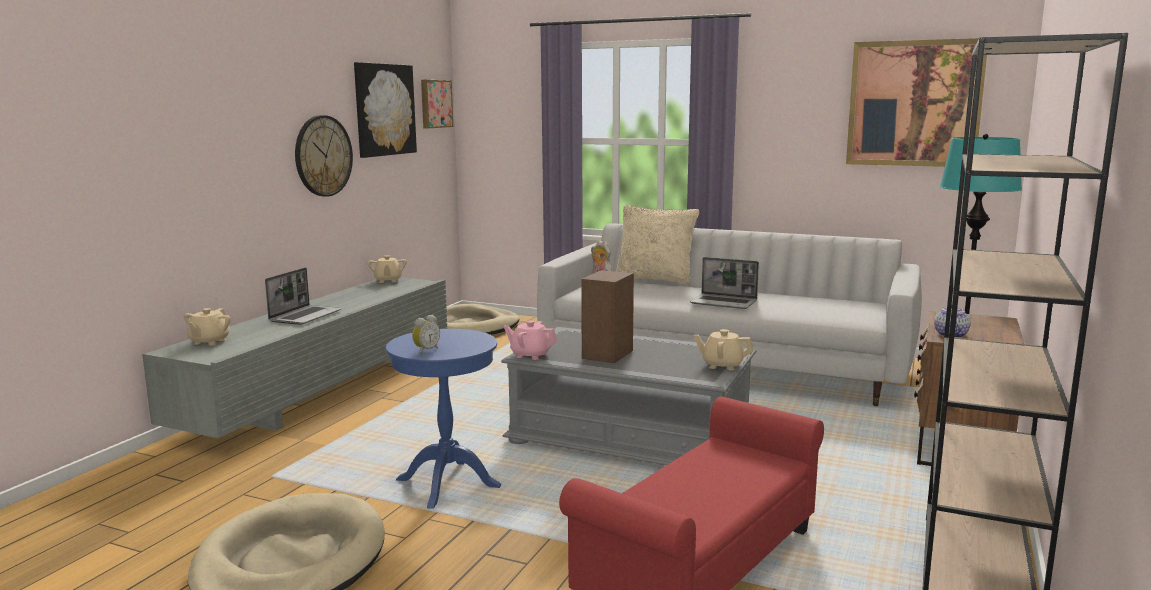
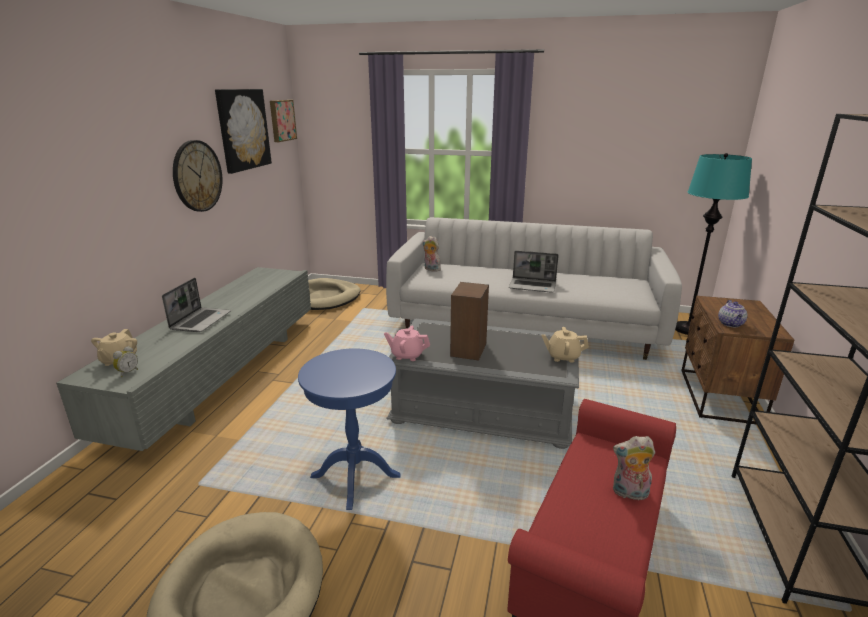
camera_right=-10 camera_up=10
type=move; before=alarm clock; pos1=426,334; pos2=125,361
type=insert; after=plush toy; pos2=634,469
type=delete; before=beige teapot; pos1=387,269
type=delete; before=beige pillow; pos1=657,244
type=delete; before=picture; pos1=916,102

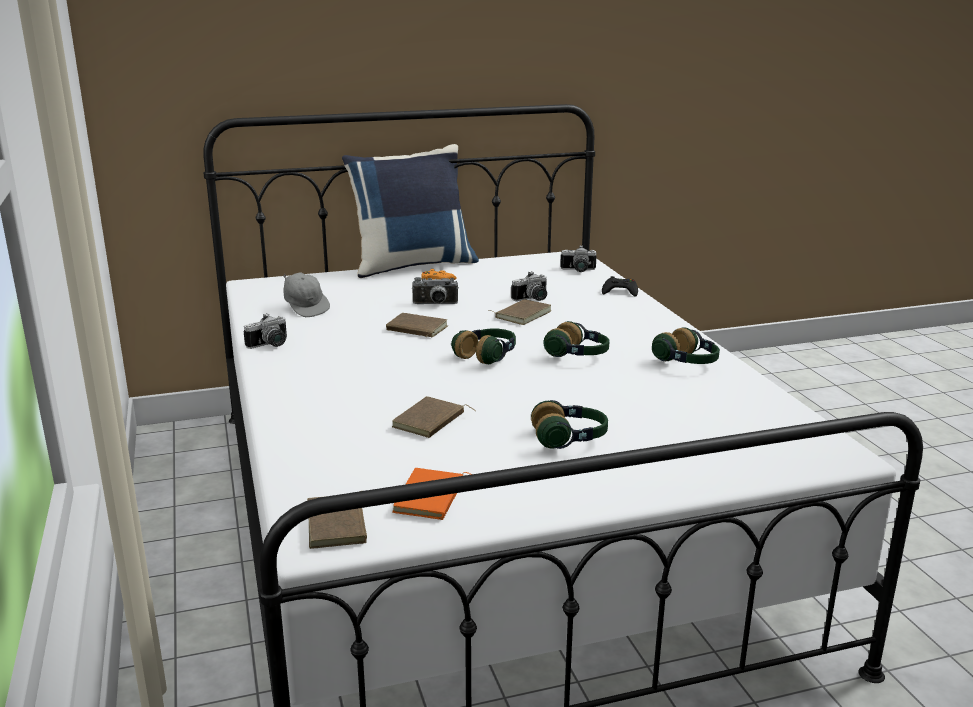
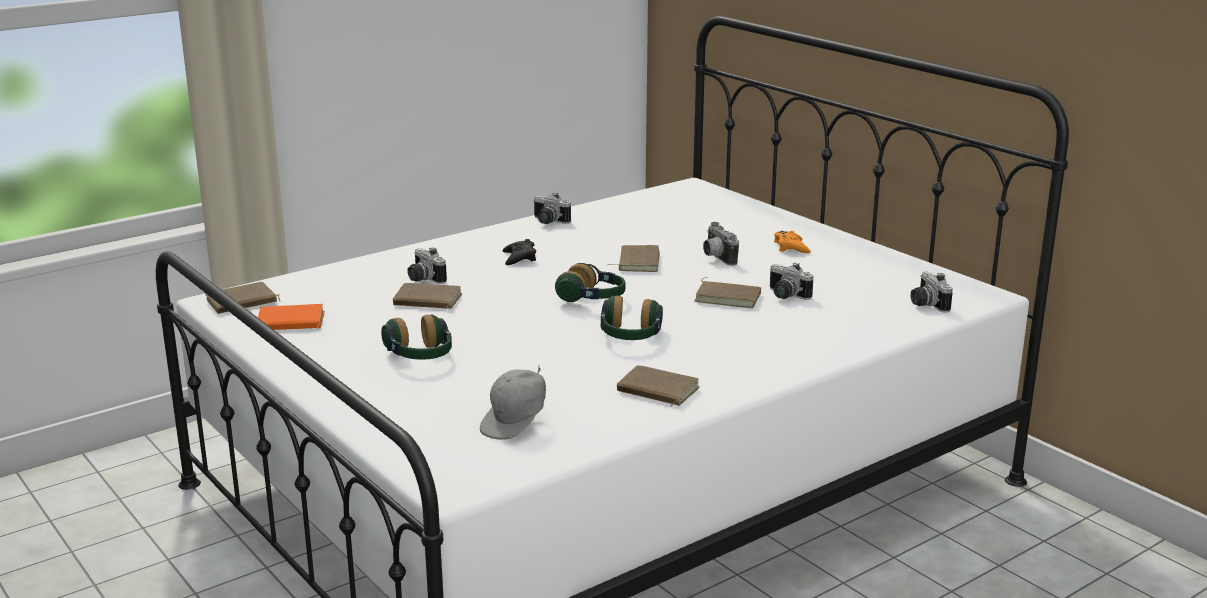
camera_right=70 camera_up=0
type=insert; after=photo camera; pos2=427,265
type=move; before=grey cap; pos1=306,294; pos2=513,402
type=move; before=black game controller; pos1=620,286; pos2=519,252
type=replace; before=headphones; after=brown book; pos1=686,345; pos2=658,386
type=delete; before=blue pillow; pos1=410,211

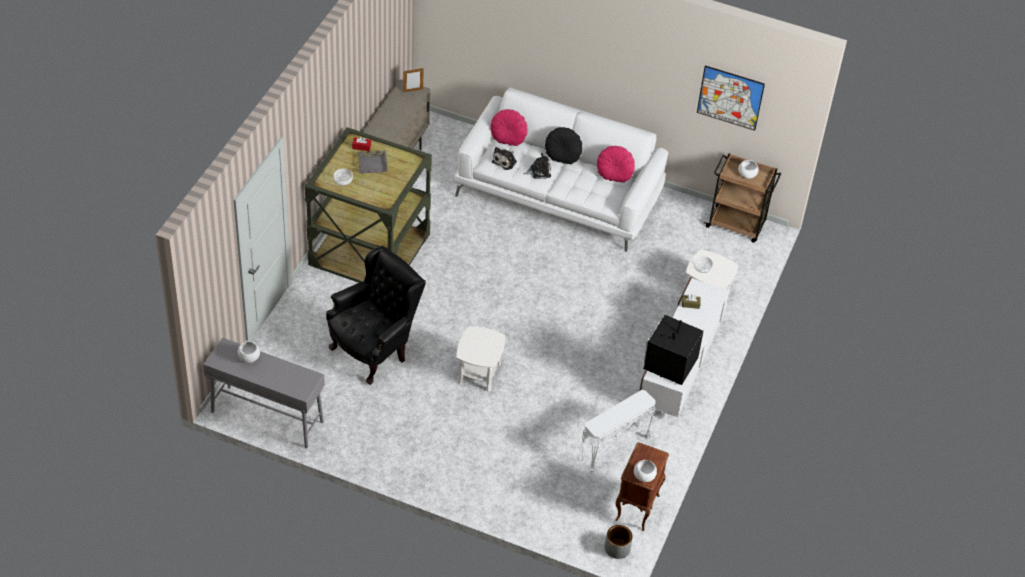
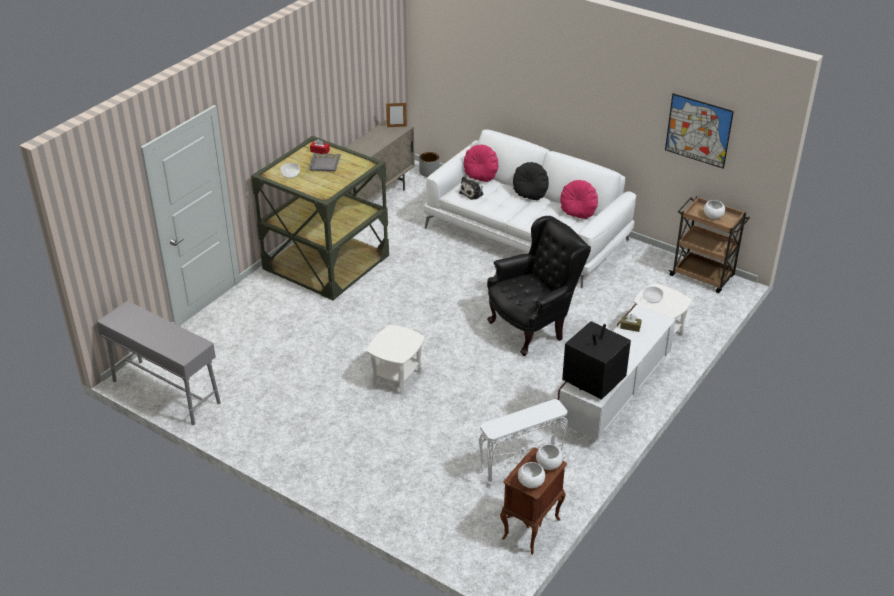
camera_right=15 camera_up=-10
type=move; before=grey planter; pos1=619,542; pos2=429,164
type=move; before=black armchair; pos1=376,315; pos2=539,286
type=move; before=white bowl; pos1=249,352; pos2=549,457
type=delete; before=plush toy; pos1=537,166

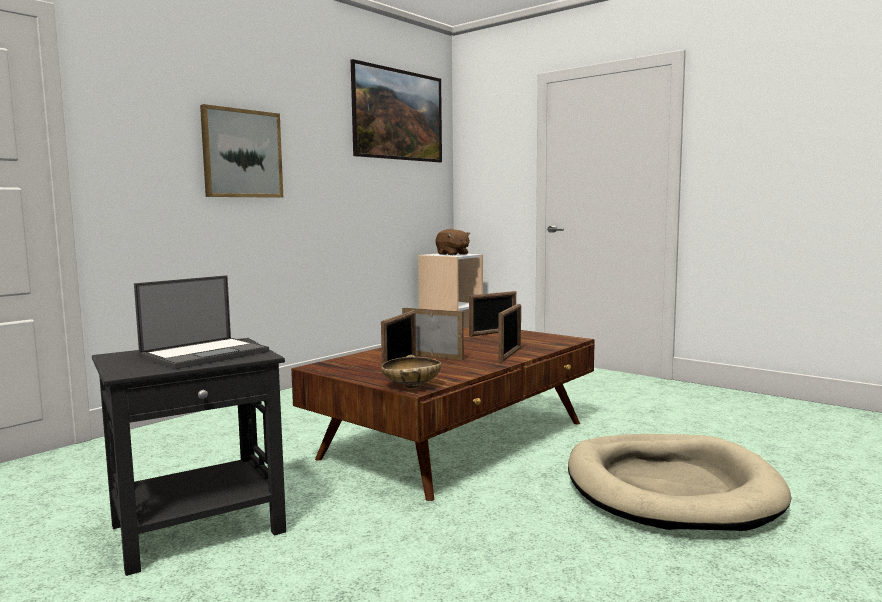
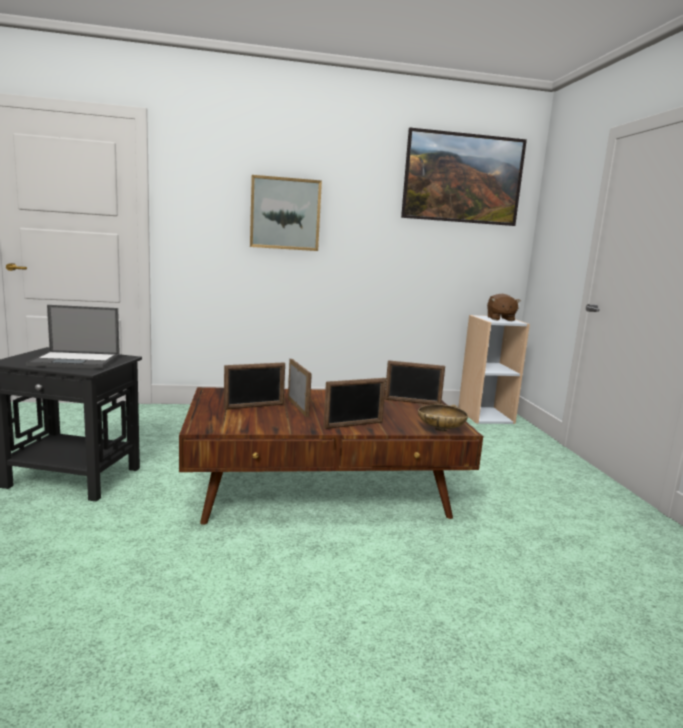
camera_right=40 camera_up=5
type=move; before=beige bowl; pos1=411,371; pos2=443,417
type=delete; before=beige dog bed; pos1=680,482

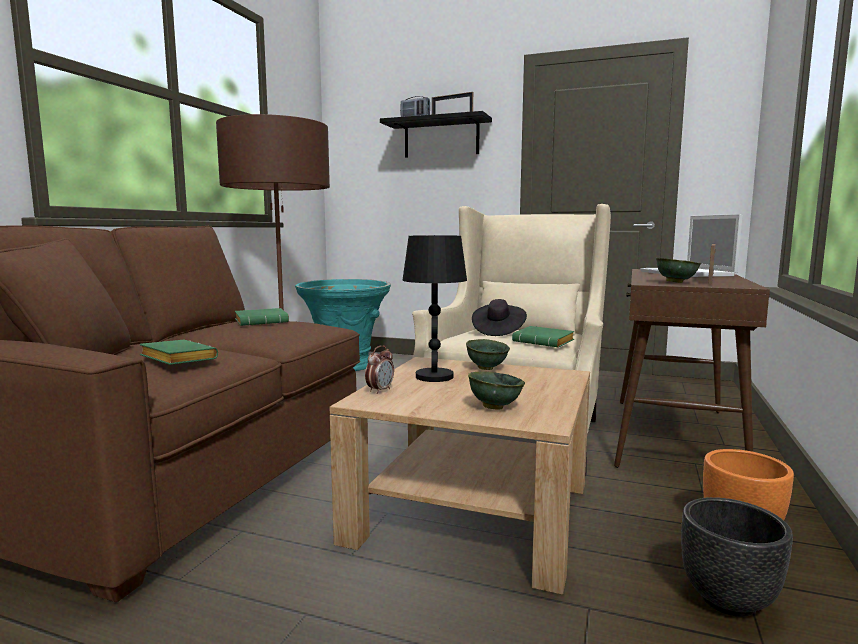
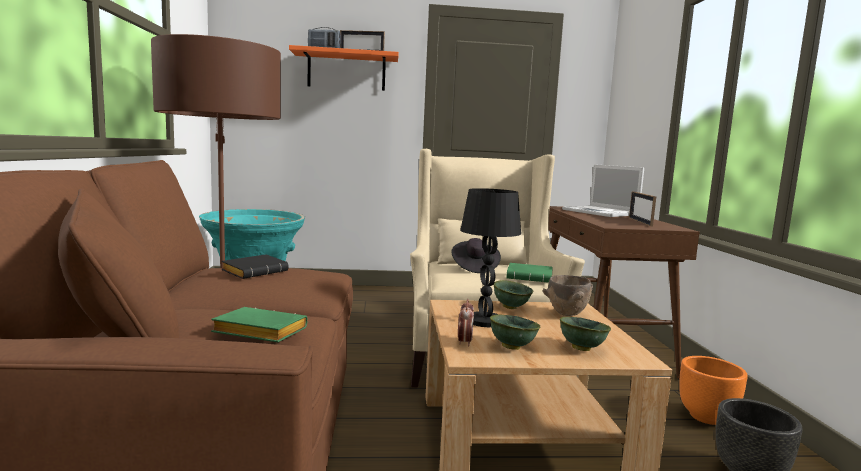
camera_right=-25 camera_up=0
type=recolor; before=green book; after=black book; pos1=262,317; pos2=255,266
type=recolor; before=black shelf; after=orange shelf; pos1=436,134; pos2=344,68
type=move; before=green bowl; pos1=678,270; pos2=515,332
type=insert; after=brown bowl; pos2=568,295

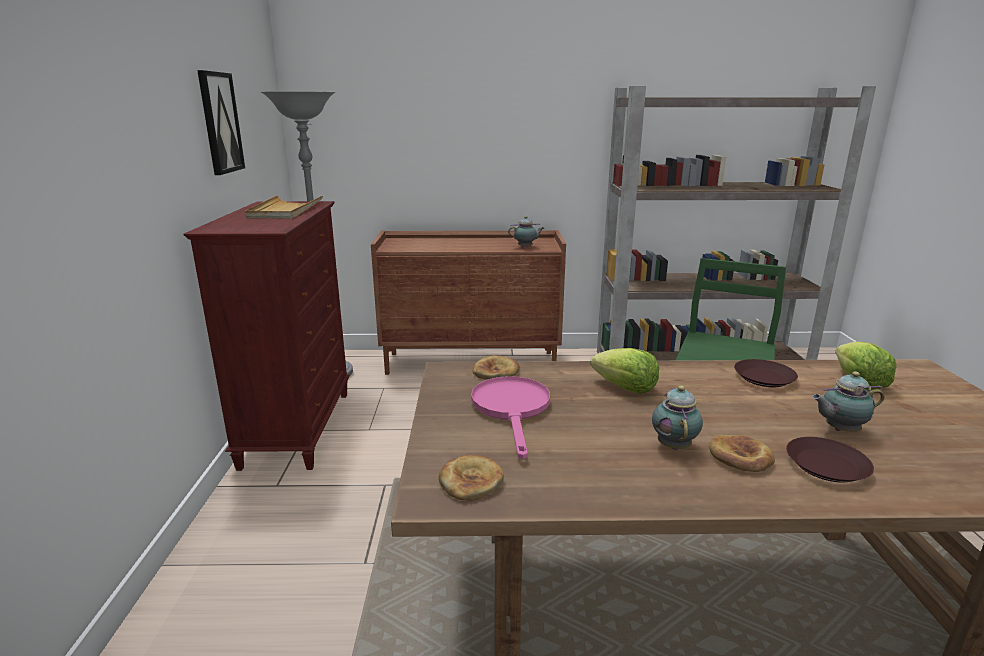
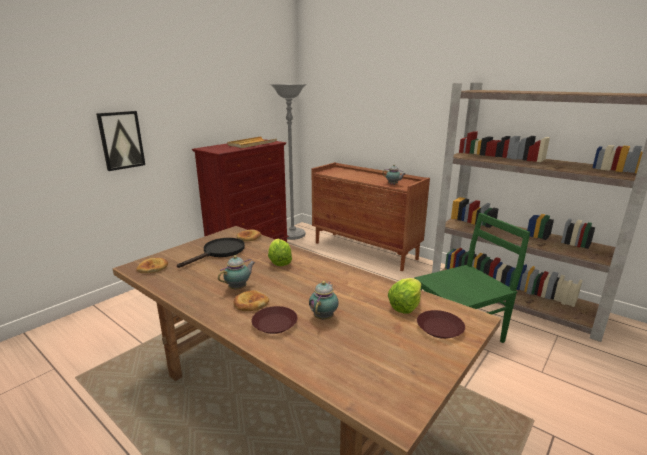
camera_right=40 camera_up=0
type=move; before=picture; pos1=221,122; pos2=120,141
type=recolor; before=pink frying pan; after=black frying pan; pos1=510,417; pos2=211,253
type=rotate; before=teapot; pos1=848,402; pos2=324,300; turn=75
type=move; before=brown plate; pos1=766,373; pos2=441,324

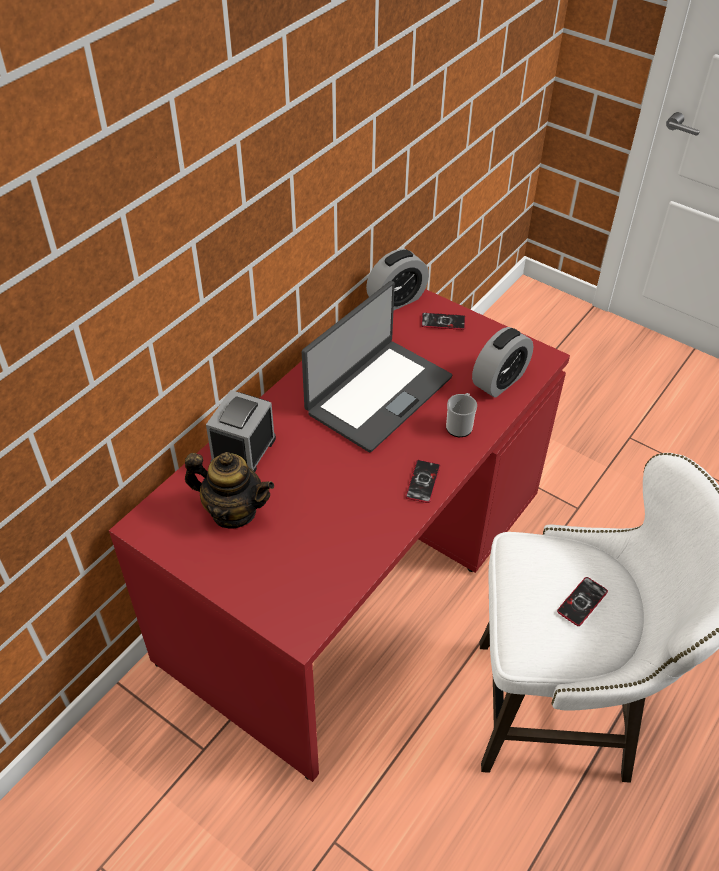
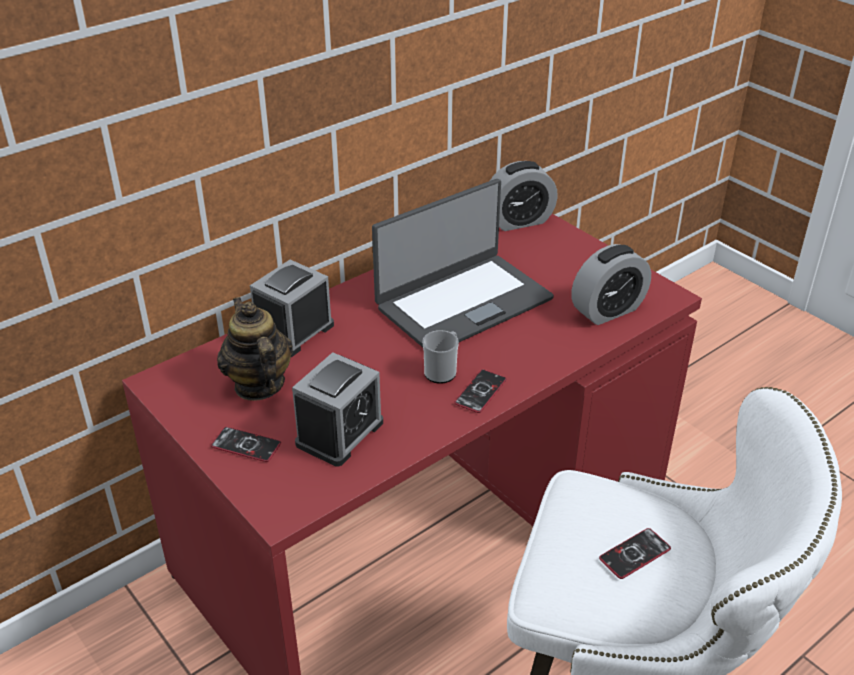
camera_right=15 camera_up=-10
type=move; before=phone; pos1=443,321; pos2=246,444
type=rotate; before=teapot; pos1=229,490; pos2=255,349; turn=-150
type=insert; after=alarm clock; pos2=337,409
type=move; before=mug; pos1=461,415; pos2=441,357

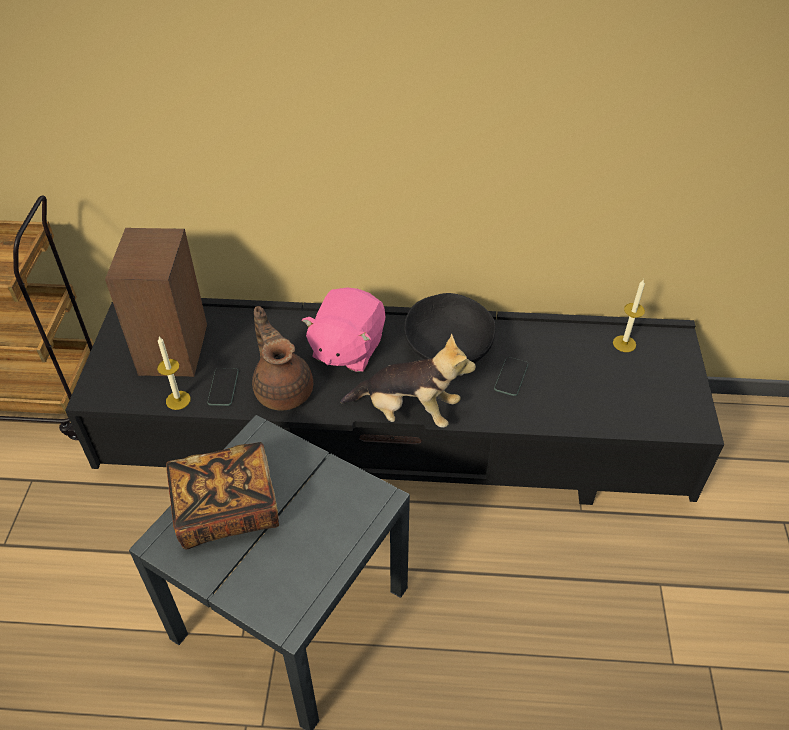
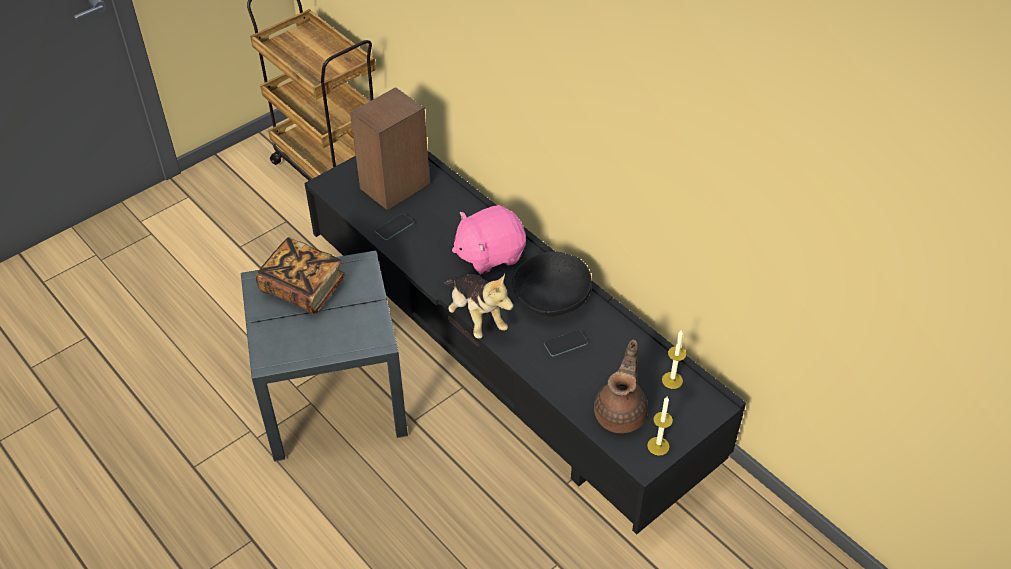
camera_right=45 camera_up=0
type=move; before=brown teapot; pos1=282,358; pos2=621,386
type=move; before=candle; pos1=174,373; pos2=660,426

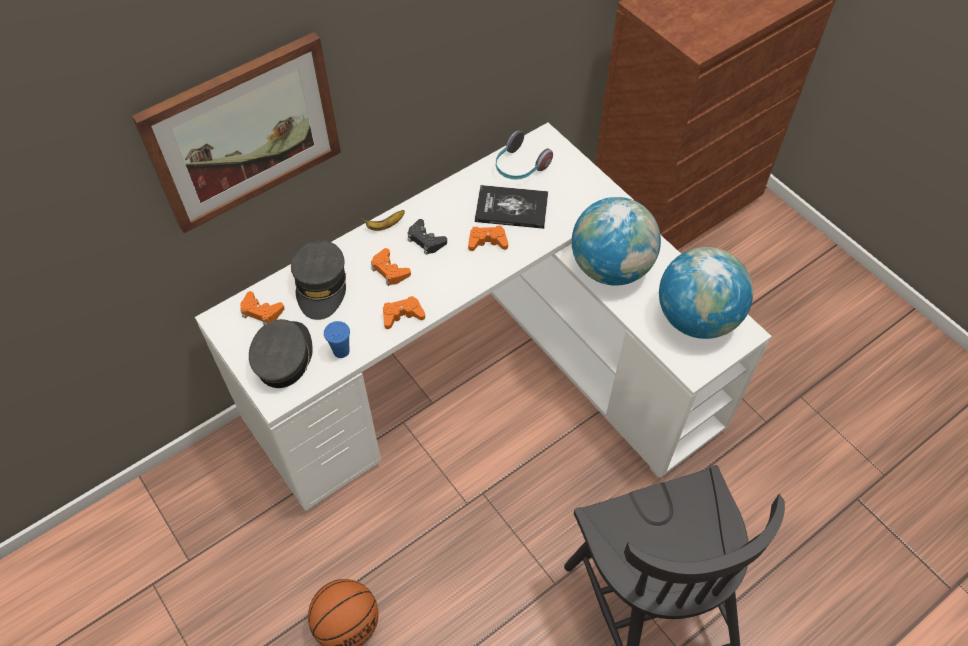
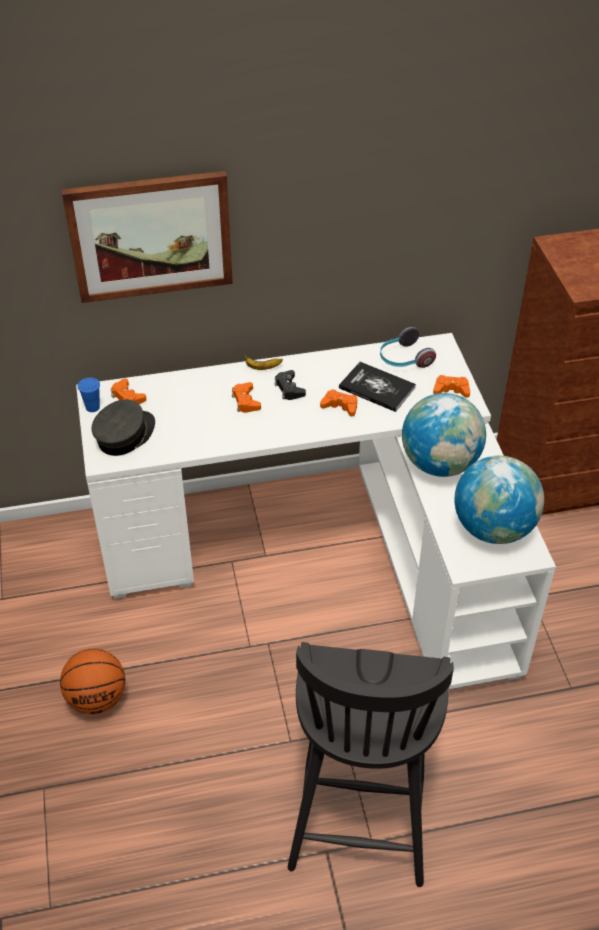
camera_right=25 camera_up=-10
type=move; before=blue cup; pos1=337,339; pos2=89,395
type=move; before=orange game controller; pos1=404,312; pos2=451,386
type=delete; before=grey cap; pos1=318,280

